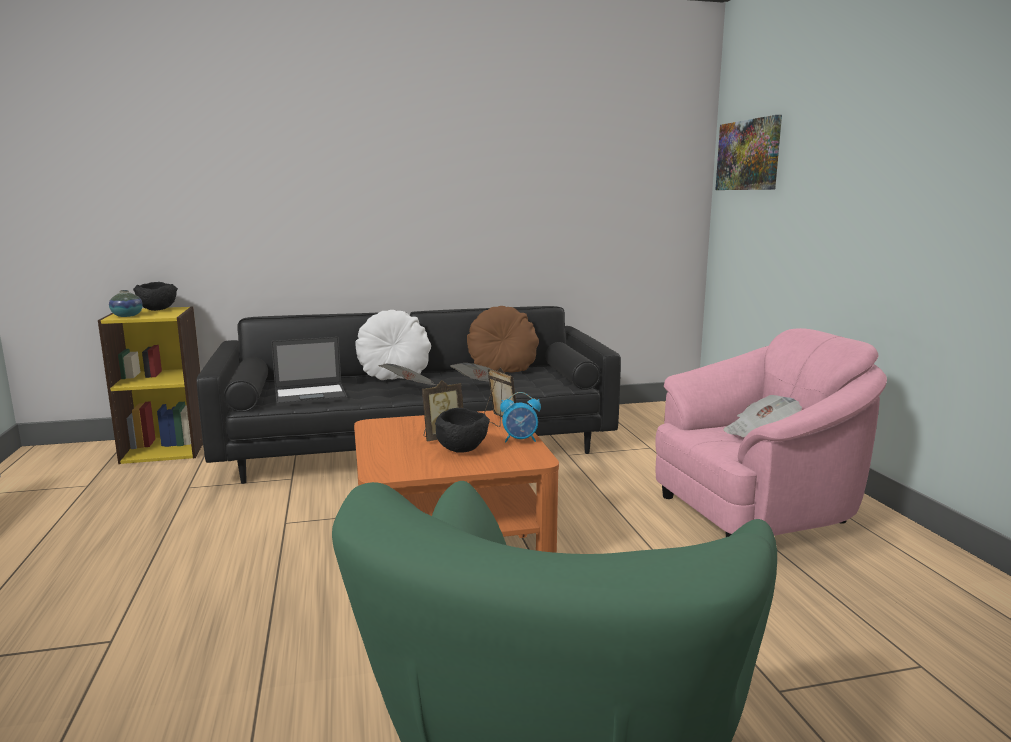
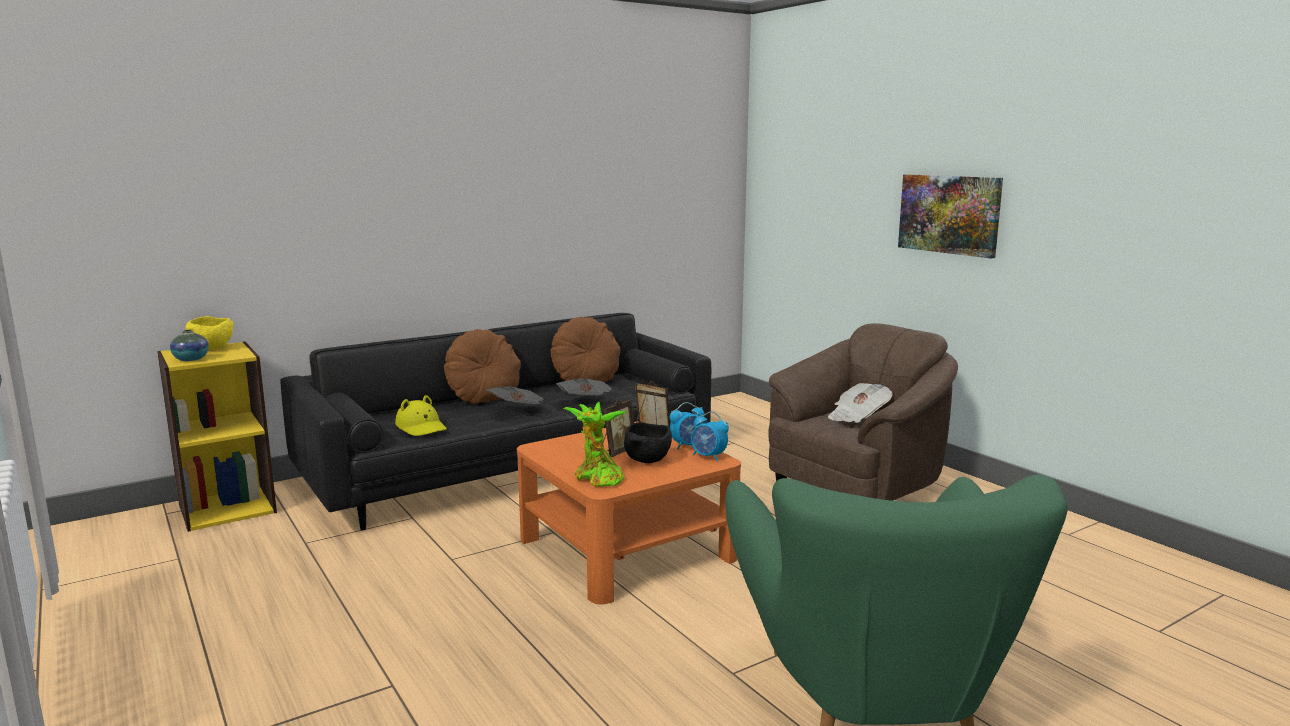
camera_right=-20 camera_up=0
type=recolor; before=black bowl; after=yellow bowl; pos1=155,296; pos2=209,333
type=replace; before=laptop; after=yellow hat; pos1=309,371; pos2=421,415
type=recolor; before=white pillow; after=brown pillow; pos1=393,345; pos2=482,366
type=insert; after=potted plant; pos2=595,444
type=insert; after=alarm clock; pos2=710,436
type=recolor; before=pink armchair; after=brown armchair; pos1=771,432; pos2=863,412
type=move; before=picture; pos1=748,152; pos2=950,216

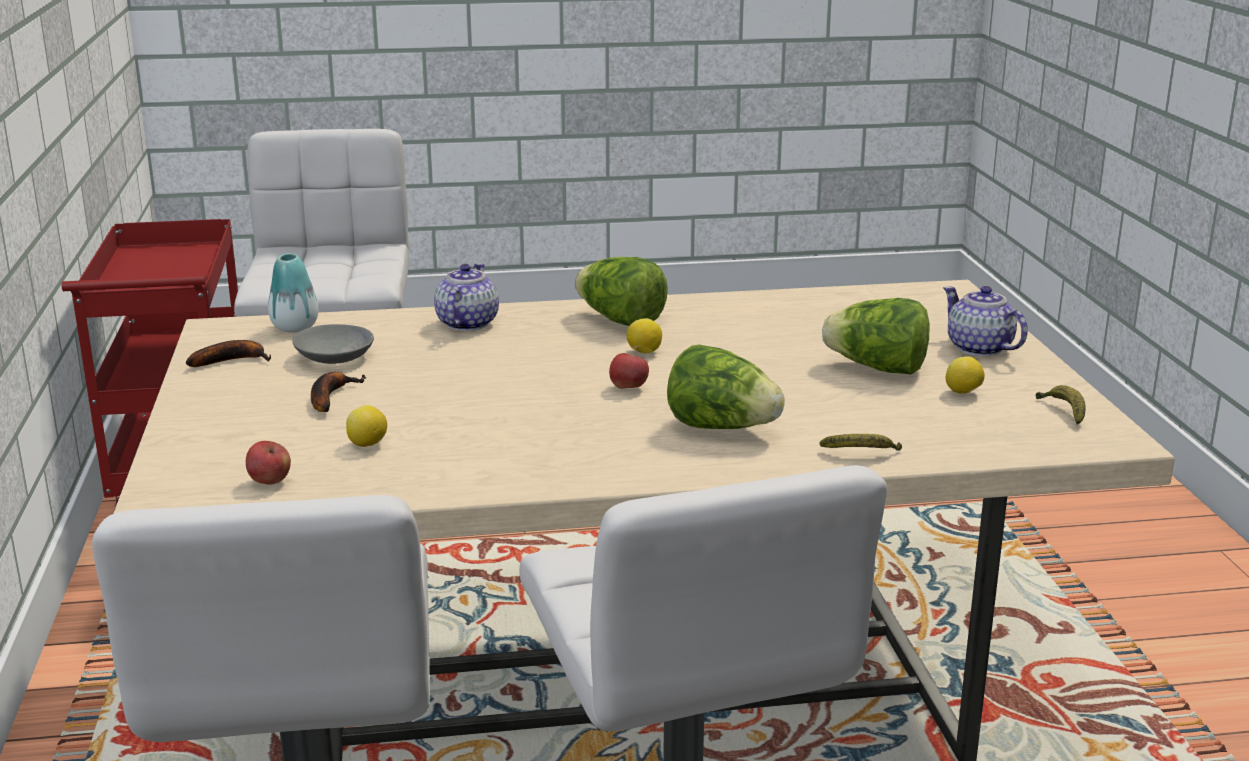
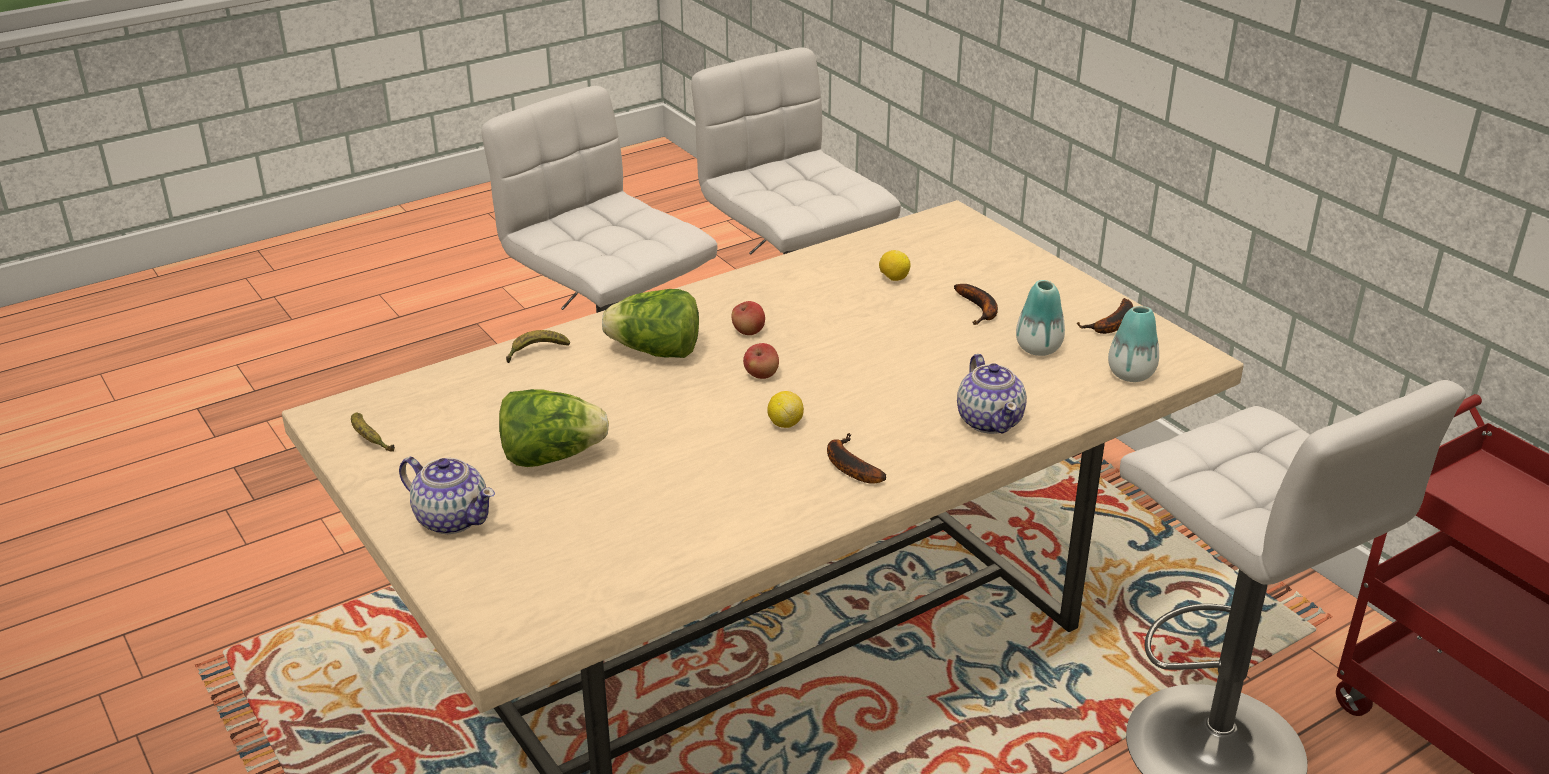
camera_right=155 camera_up=10
type=move; before=apple; pos1=268,463; pos2=748,318
type=replace; before=lettuce; after=banana; pos1=621,291; pos2=856,458
type=replace; before=grey bowl; after=vase; pos1=333,344; pos2=1040,318
type=delete; before=lemon; pos1=965,375

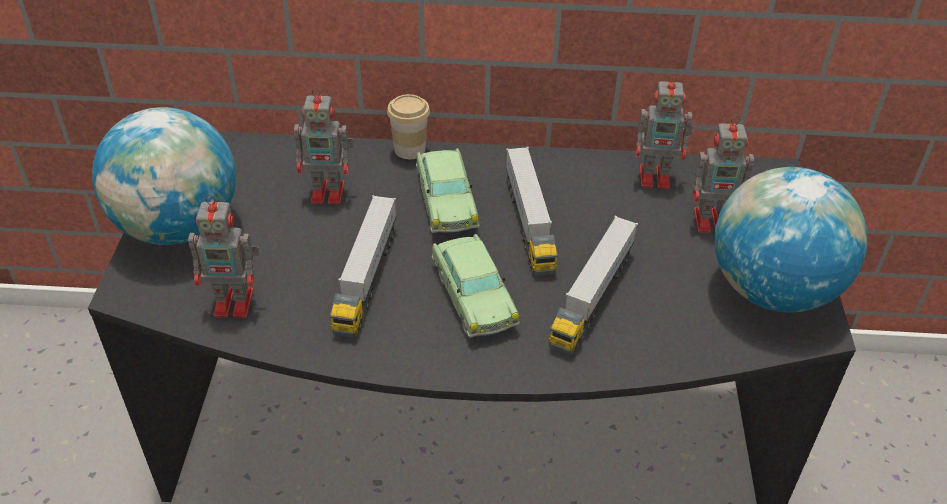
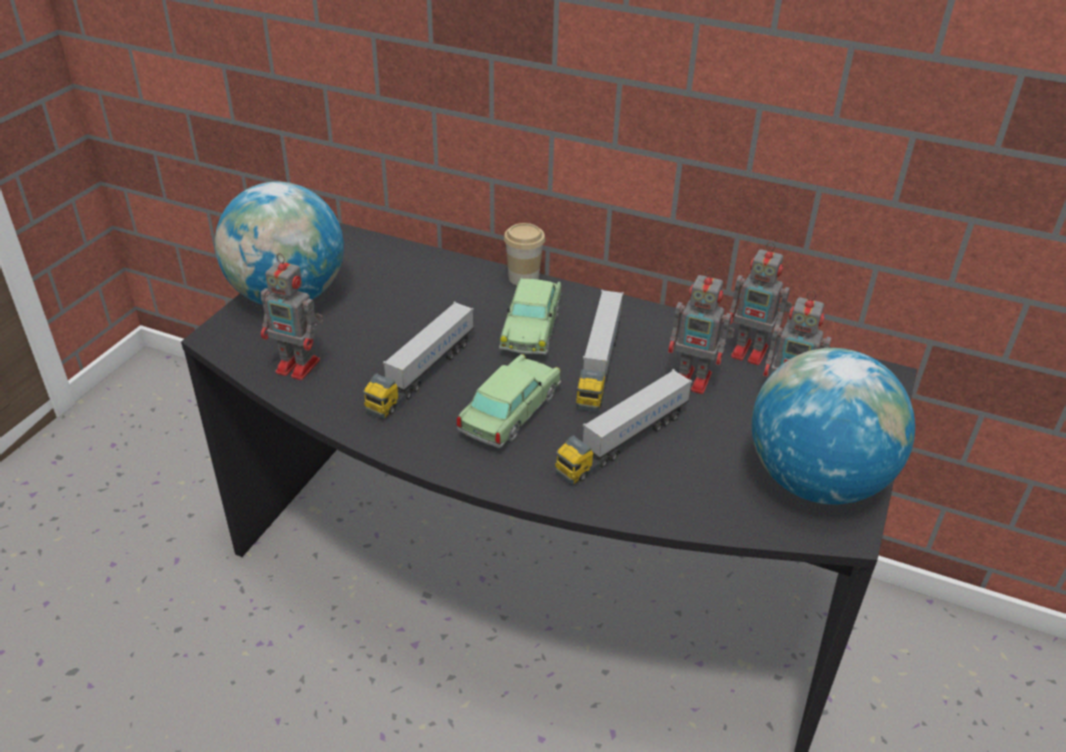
camera_right=20 camera_up=-5
type=rotate; before=toy car; pos1=476,286; pos2=509,401; turn=-150
type=move; before=toy robot; pos1=324,145; pos2=701,330

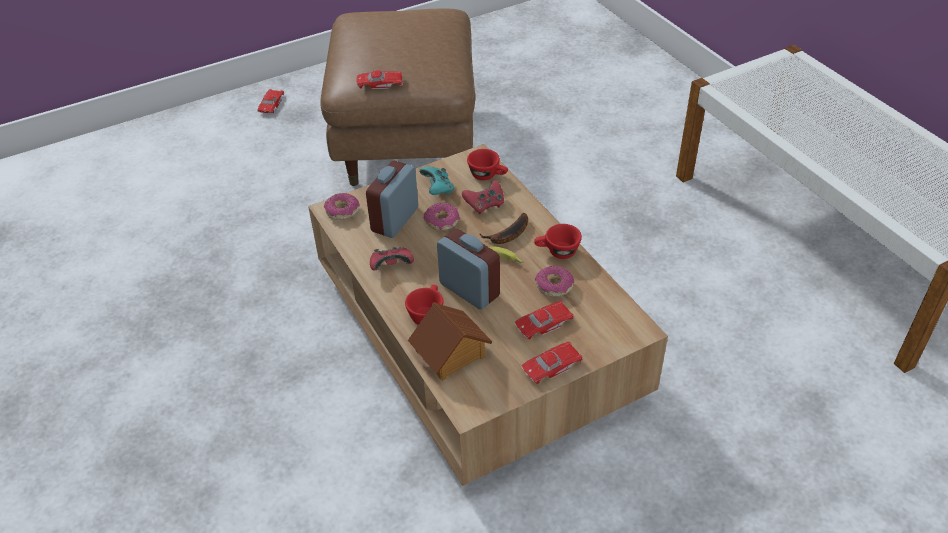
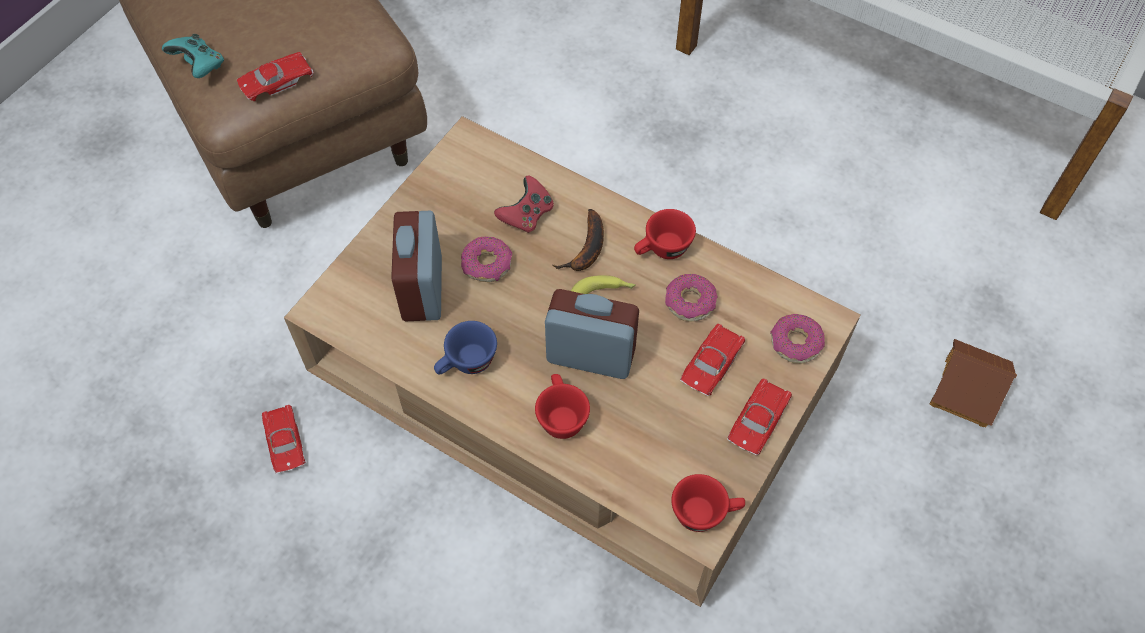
camera_right=-30 camera_up=15
type=move; before=turquoise game controller; pos1=436,181; pos2=193,56
type=move; before=red toy car; pos1=270,101; pos2=284,439
type=replace; before=red game controller; after=blue cup; pos1=392,259; pos2=465,347
type=move; before=red cup; pos1=487,164; pos2=708,503
type=move; before=donut; pos1=342,206; pos2=797,339
type=move; before=toy house; pos1=450,341; pos2=973,383

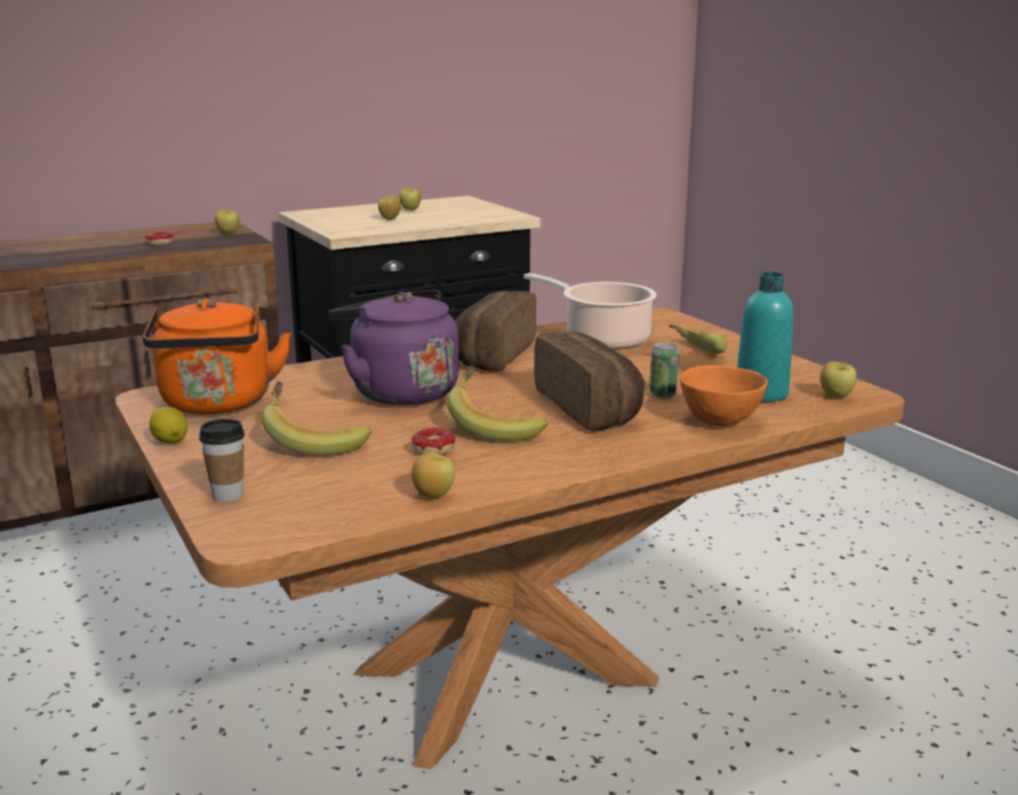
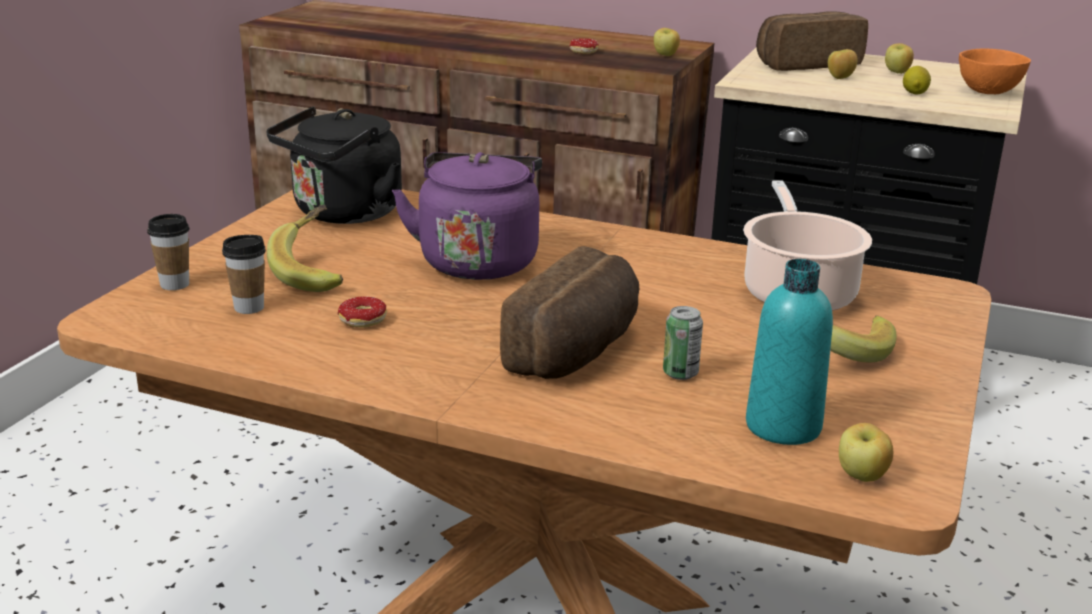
camera_right=50 camera_up=5
type=insert; after=cup; pos2=244,274
type=recolor; before=orange kettle; after=black kettle; pos1=217,356; pos2=334,165
type=move; before=bread; pos1=495,331; pos2=812,41
type=move; before=lemon; pos1=168,425; pos2=917,80
type=move; before=orange bowl; pos1=724,395; pos2=995,71
type=delete; before=apple; pos1=433,475
type=delete; before=banana; pos1=497,403

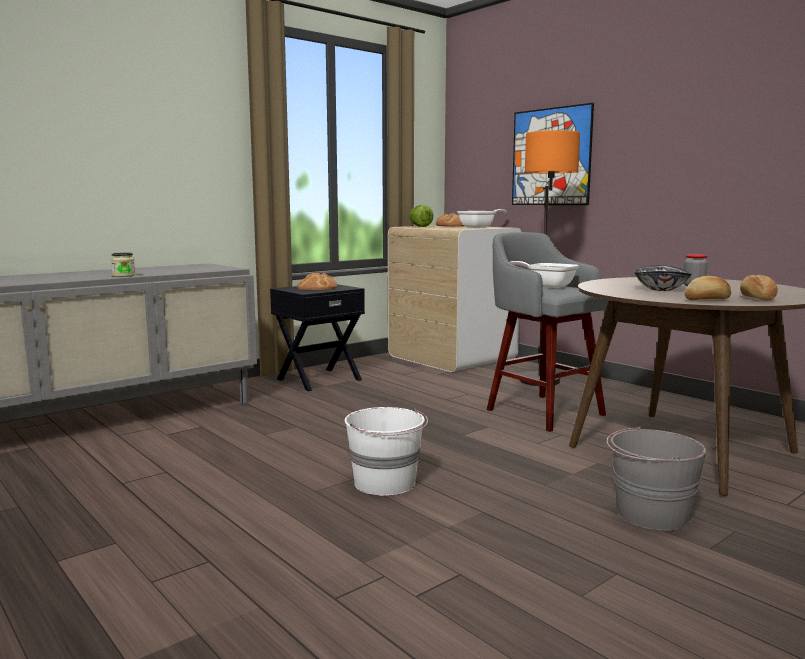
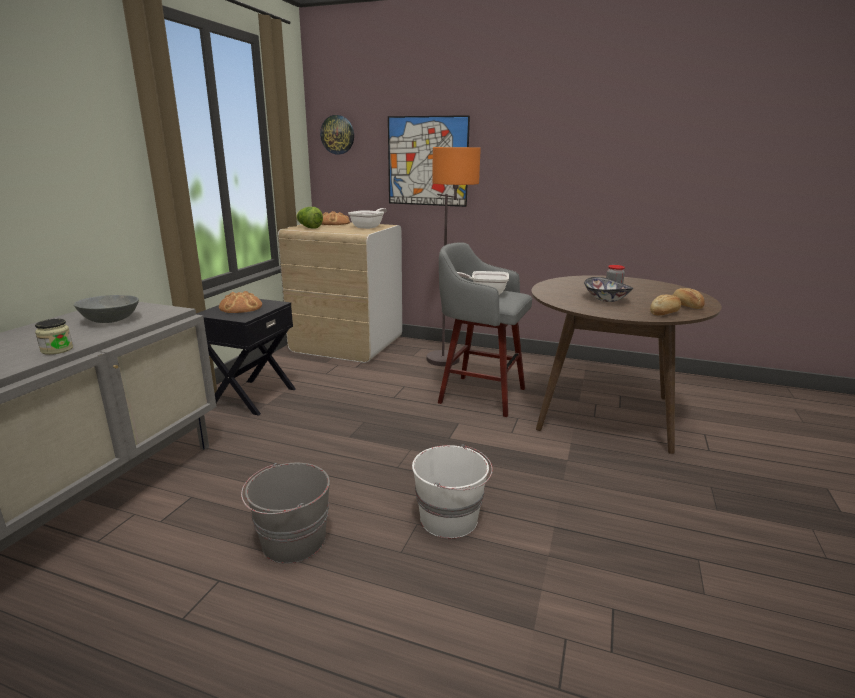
camera_right=-30 camera_up=10
type=insert; after=grey bowl; pos2=106,309
type=move; before=grey bucket; pos1=656,478; pos2=285,513
type=insert; after=wall clock; pos2=337,134

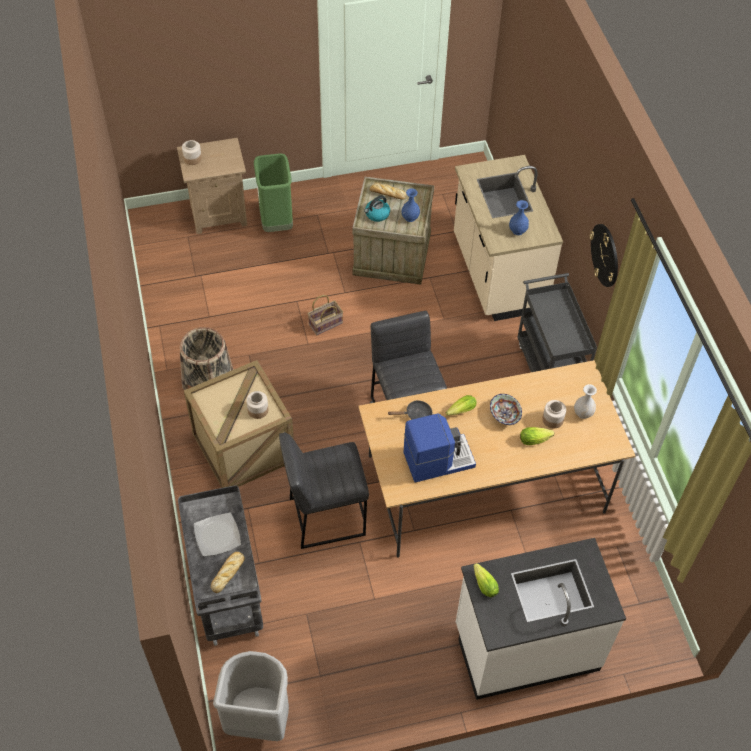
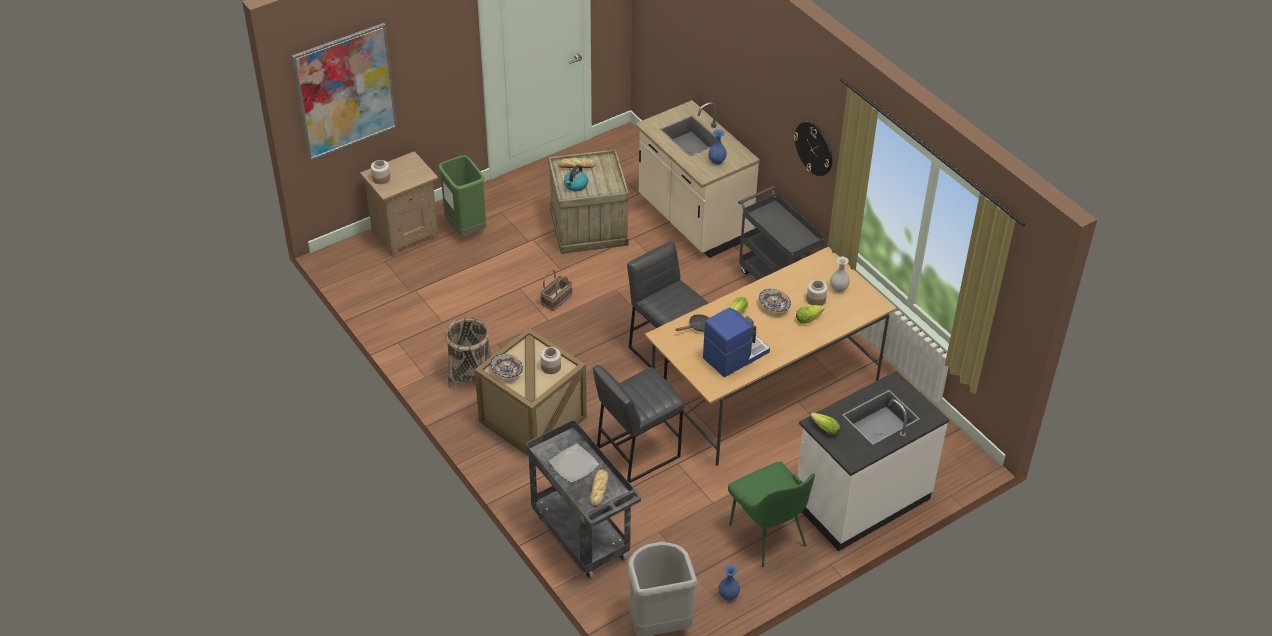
camera_right=-20 camera_up=-10
type=insert; after=picture; pos2=344,92
type=insert; after=bowl; pos2=506,366
type=move; before=blue vase; pos1=410,205; pos2=729,583
type=insert; after=green chair; pos2=771,514

